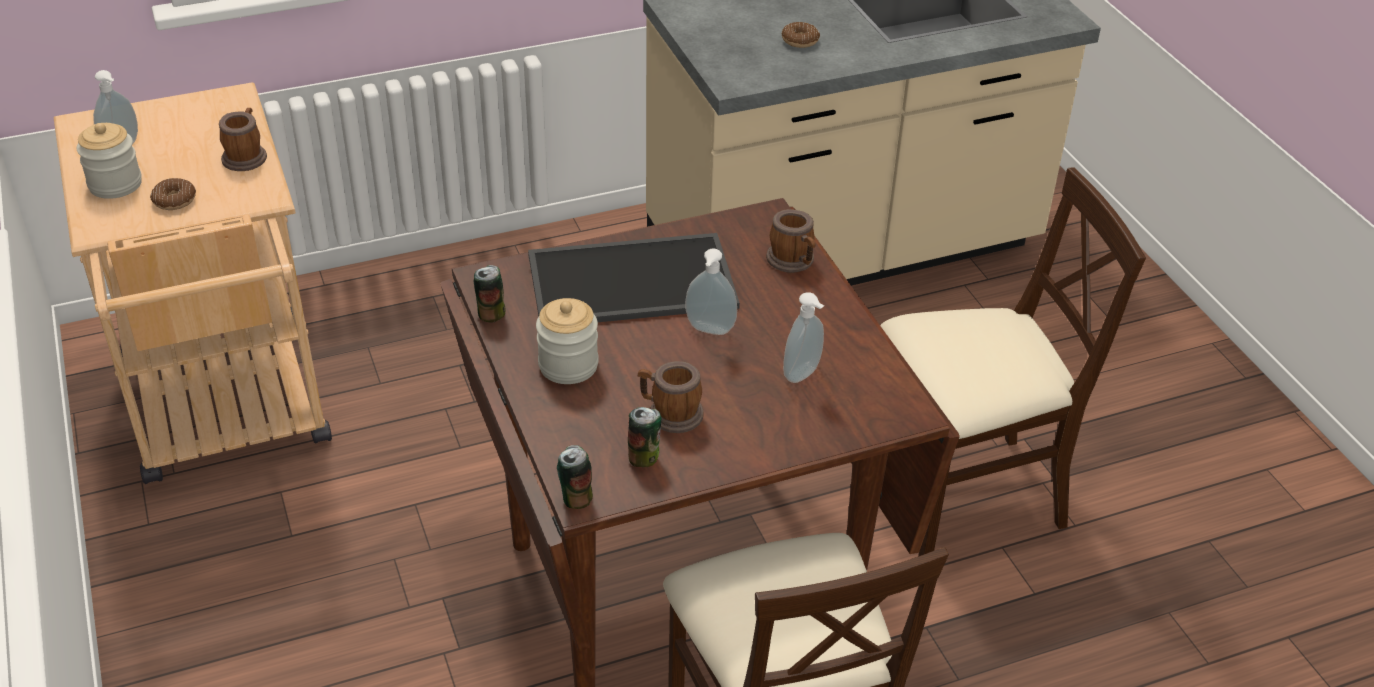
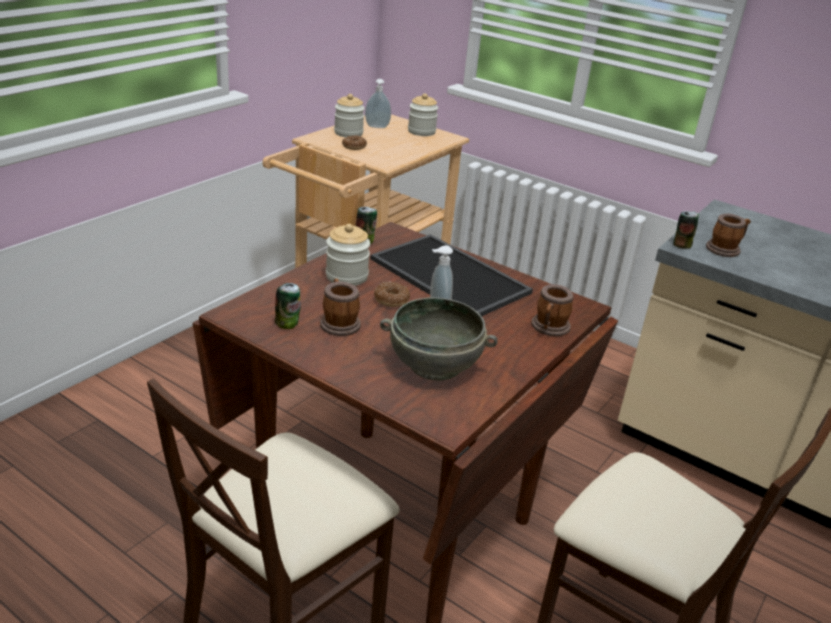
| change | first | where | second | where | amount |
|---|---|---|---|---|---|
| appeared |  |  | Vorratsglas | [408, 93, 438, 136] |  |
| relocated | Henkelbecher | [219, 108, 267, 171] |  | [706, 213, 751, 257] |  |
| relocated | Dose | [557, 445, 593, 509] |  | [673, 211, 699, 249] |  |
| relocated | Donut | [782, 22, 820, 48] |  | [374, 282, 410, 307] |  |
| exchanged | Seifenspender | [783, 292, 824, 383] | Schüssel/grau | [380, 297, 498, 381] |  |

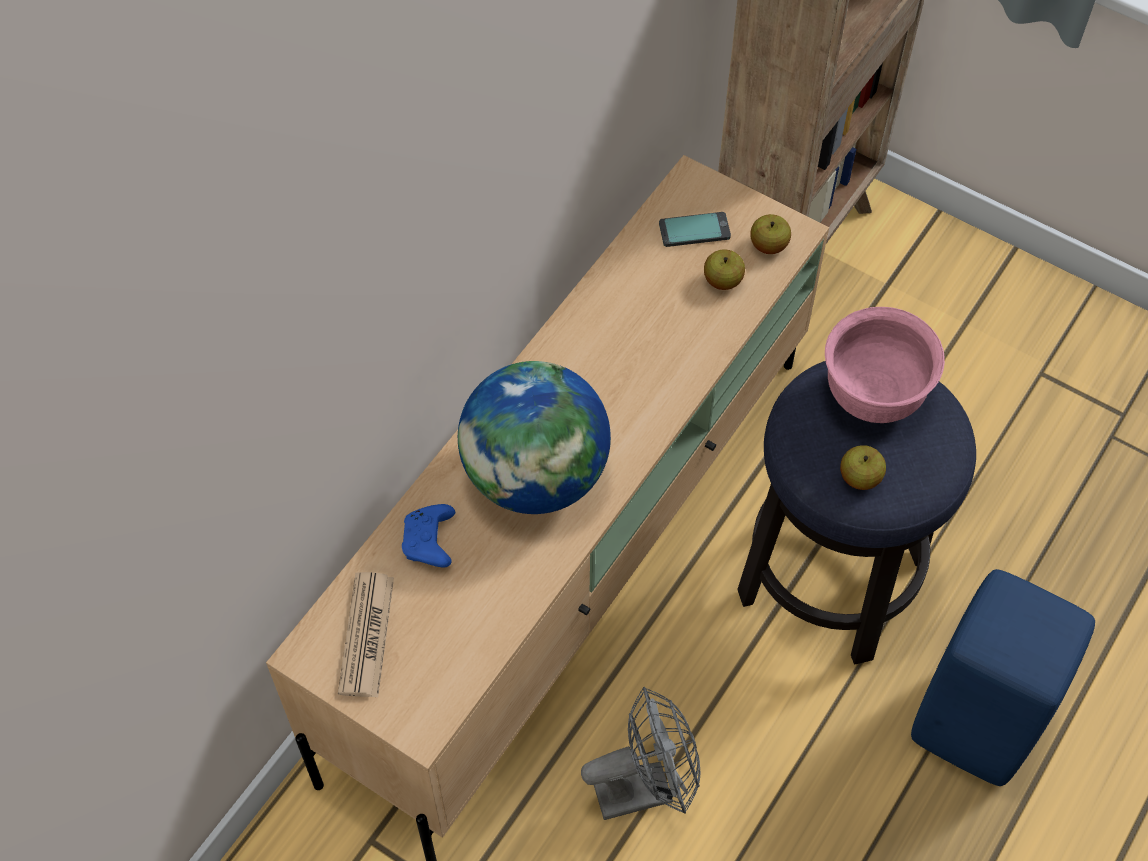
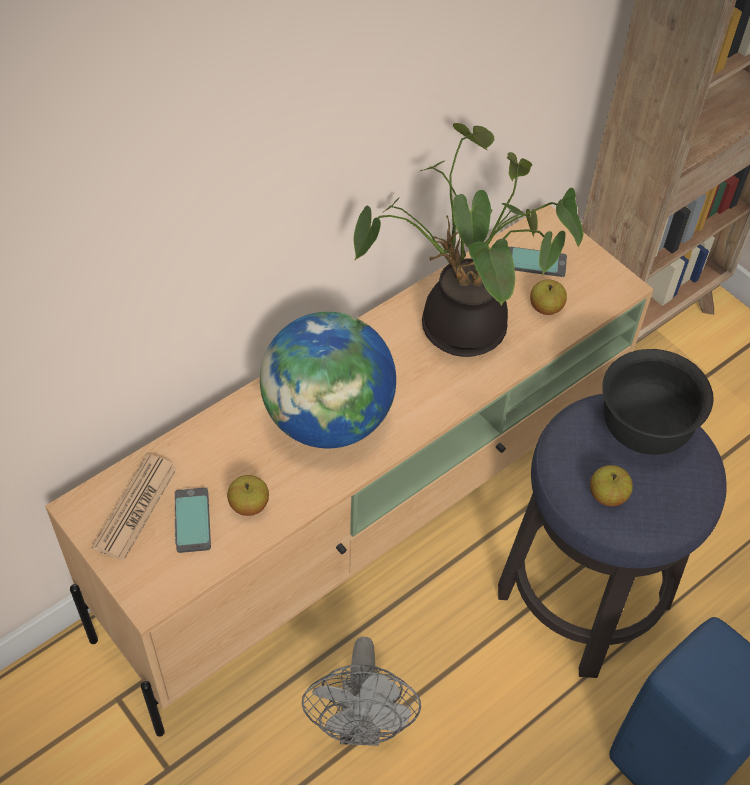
| change | first | where | second | where | amount |
|---|---|---|---|---|---|
| missing | Gamepad/blau | [402, 504, 455, 567] |  |  |  |
| appeared |  |  | Handy | [175, 488, 211, 553] |  |
| appeared |  |  | Topfpflanze | [354, 123, 584, 357] |  |
| relocated | Apfel | [750, 214, 791, 254] |  | [227, 475, 269, 516] |  |
| colour | Schüssel/rosa | [825, 307, 945, 423] | Schüssel/schwarz | [602, 349, 714, 455] |  |
| spun | Ventilator/grau | [581, 687, 700, 820] |  | [302, 637, 421, 746] | 90 degrees clockwise |

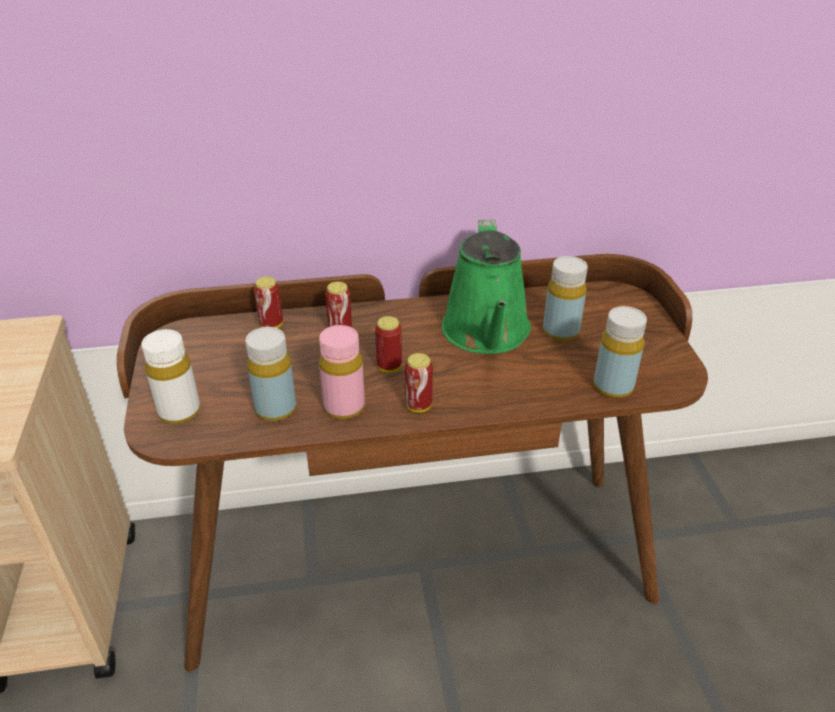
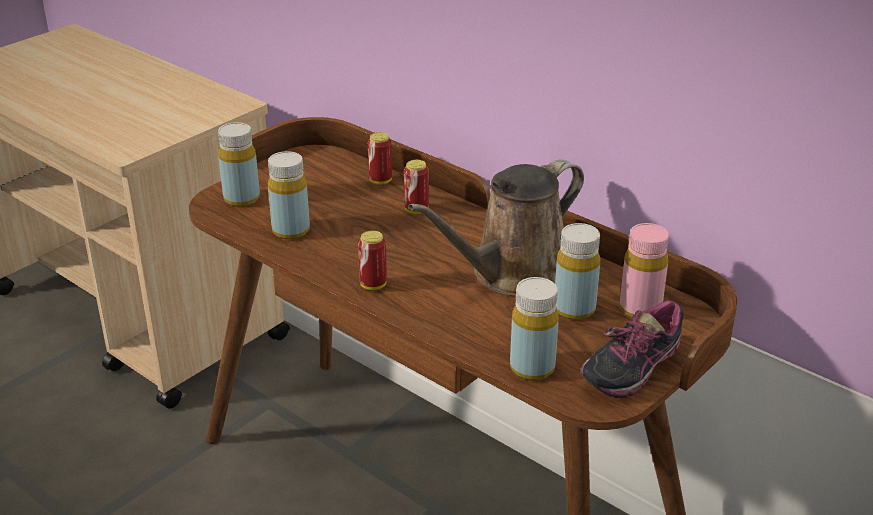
| change | first | where | second | where | amount |
|---|---|---|---|---|---|
| missing | Dose | [375, 316, 402, 373] |  |  |  |
| appeared |  |  | Schuh | [580, 300, 684, 398] |  |
| relocated | Flasche/rosa | [319, 325, 365, 420] |  | [620, 223, 669, 318] |  |
| colour | Flasche/weiß | [141, 329, 200, 424] | Flasche/gelb | [218, 122, 260, 207] |  |
| colour | Gießkanne/grün | [442, 219, 531, 354] | Gießkanne/braun | [408, 160, 584, 296] |  |

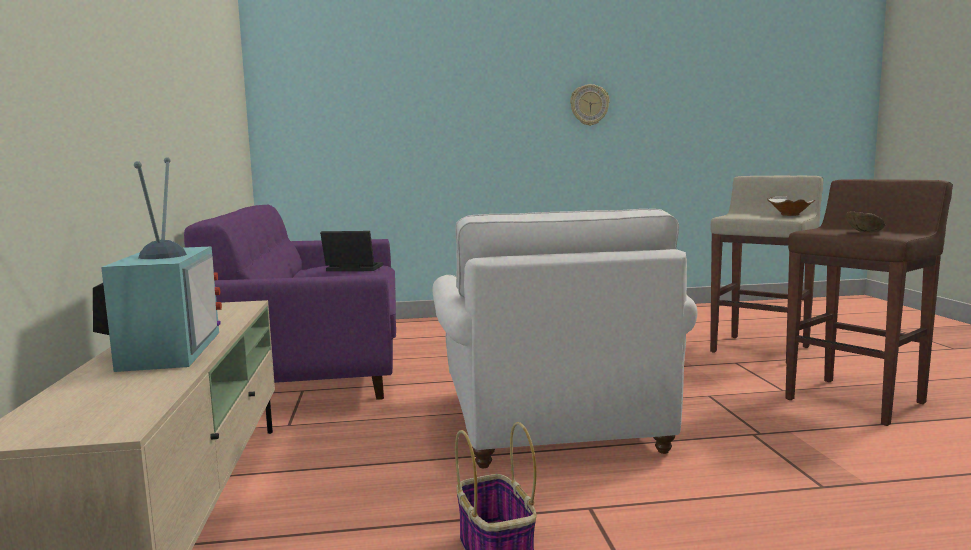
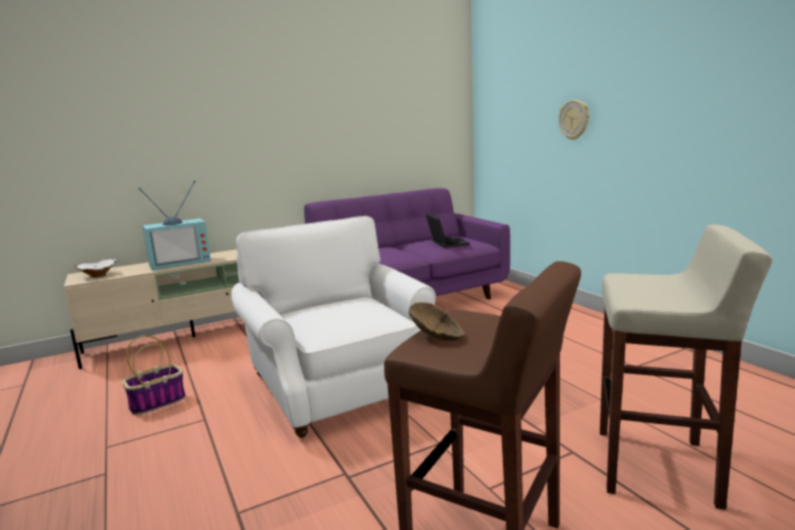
| change | first | where | second | where | amount |
|---|---|---|---|---|---|
| relocated | Wanduhr | [570, 84, 610, 126] |  | [559, 100, 589, 140] |  |
| relocated | Schüssel/weiß | [767, 197, 815, 216] |  | [75, 258, 116, 278] |  |
| spun | Sessel/weiß | [432, 209, 697, 468] |  | [231, 216, 436, 438] | 90 degrees clockwise |

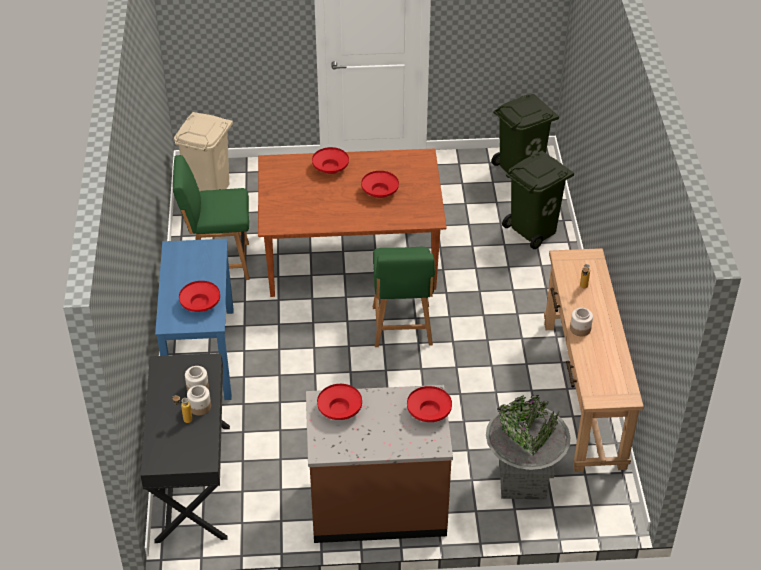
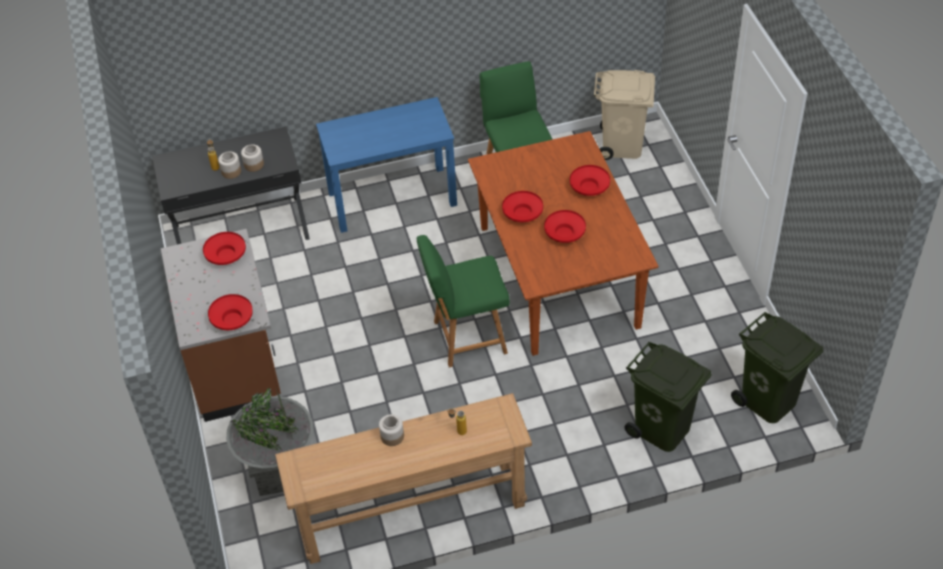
| change | first | where | second | where | amount |
|---|---|---|---|---|---|
| relocated | Schüssel/rot | [179, 281, 220, 312] |  | [502, 191, 543, 222] |  |

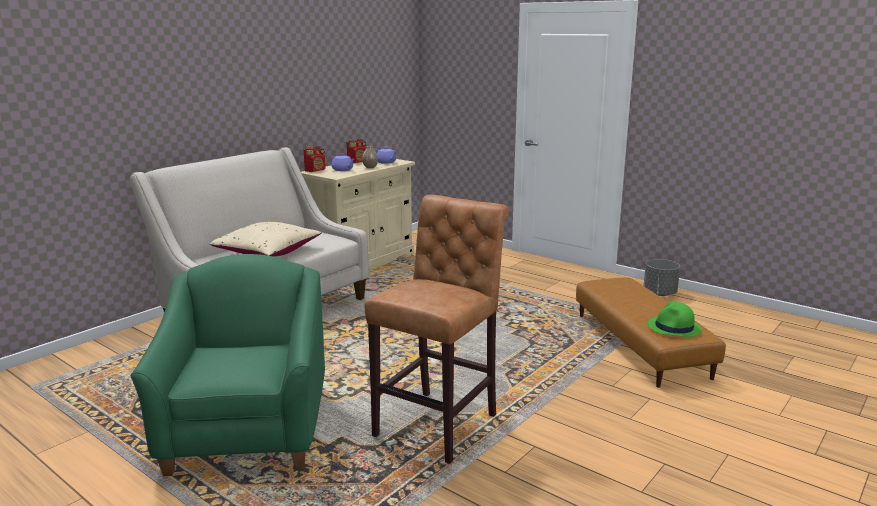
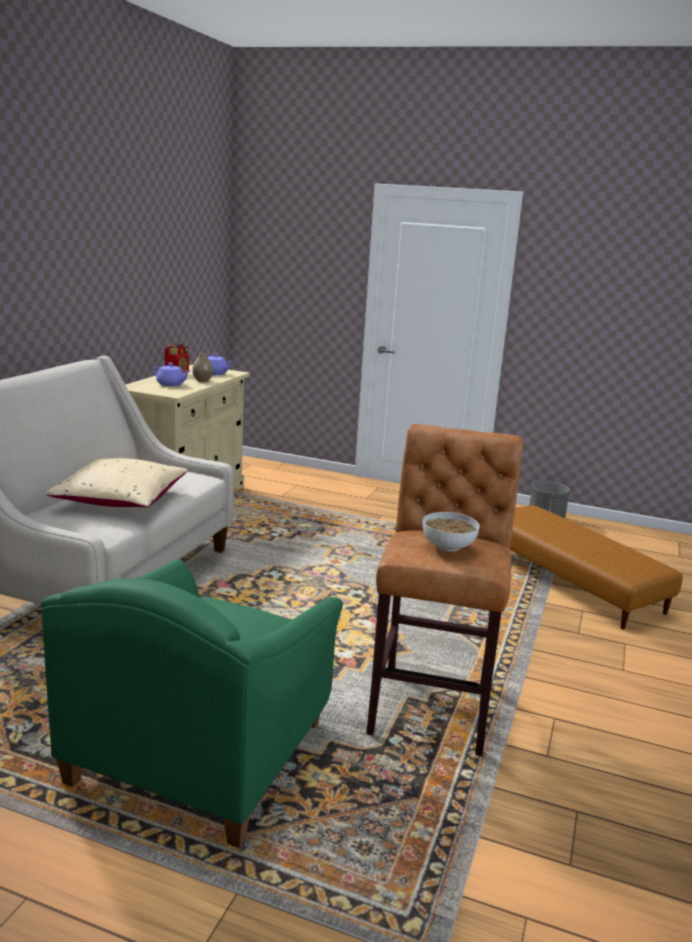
| change | first | where | second | where | amount |
|---|---|---|---|---|---|
| missing | Radio | [304, 146, 325, 172] |  |  |  |
| missing | Hut/grün | [648, 302, 702, 337] |  |  |  |
| appeared |  |  | Schüssel | [423, 512, 480, 552] |  |
| spun | Sessel/grün | [130, 254, 325, 476] |  | [41, 559, 343, 848] | 135 degrees counterclockwise |

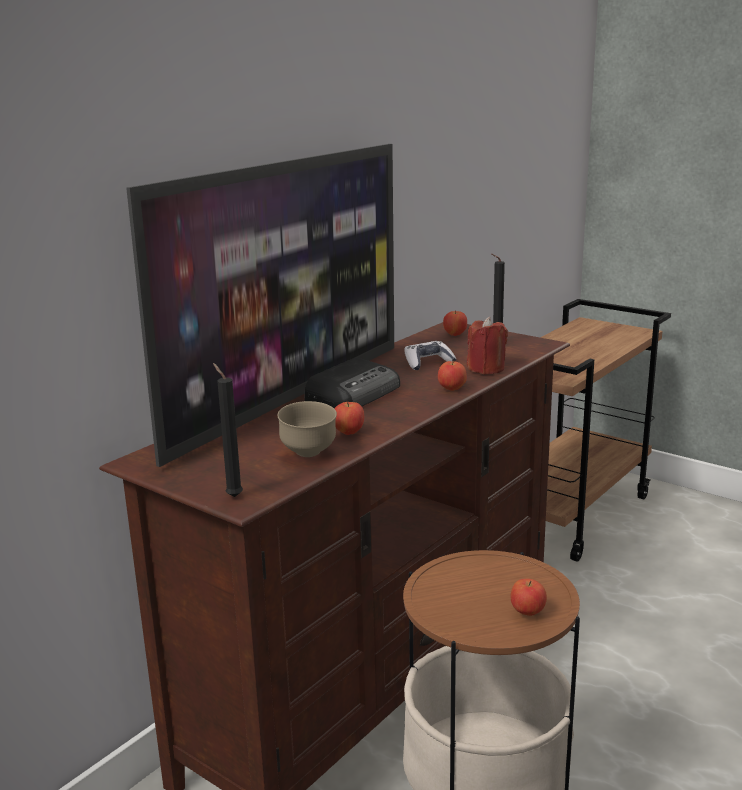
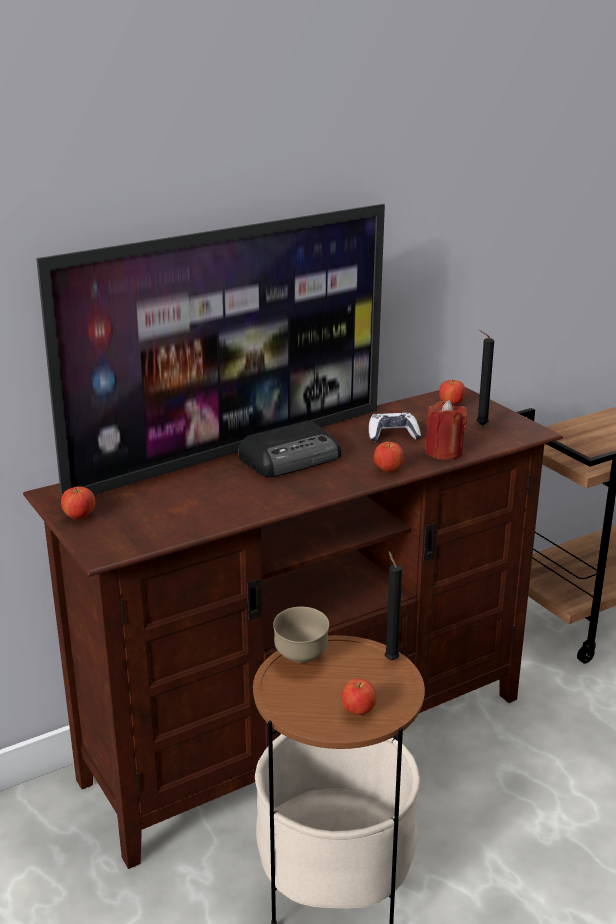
| change | first | where | second | where | amount |
|---|---|---|---|---|---|
| relocated | Kerze/schwarz | [213, 363, 243, 497] |  | [384, 551, 402, 660] |  |
| relocated | Schüssel/braun | [278, 401, 337, 457] |  | [273, 607, 329, 663] |  |
| relocated | Apfel | [334, 402, 364, 435] |  | [61, 486, 95, 520] |  |

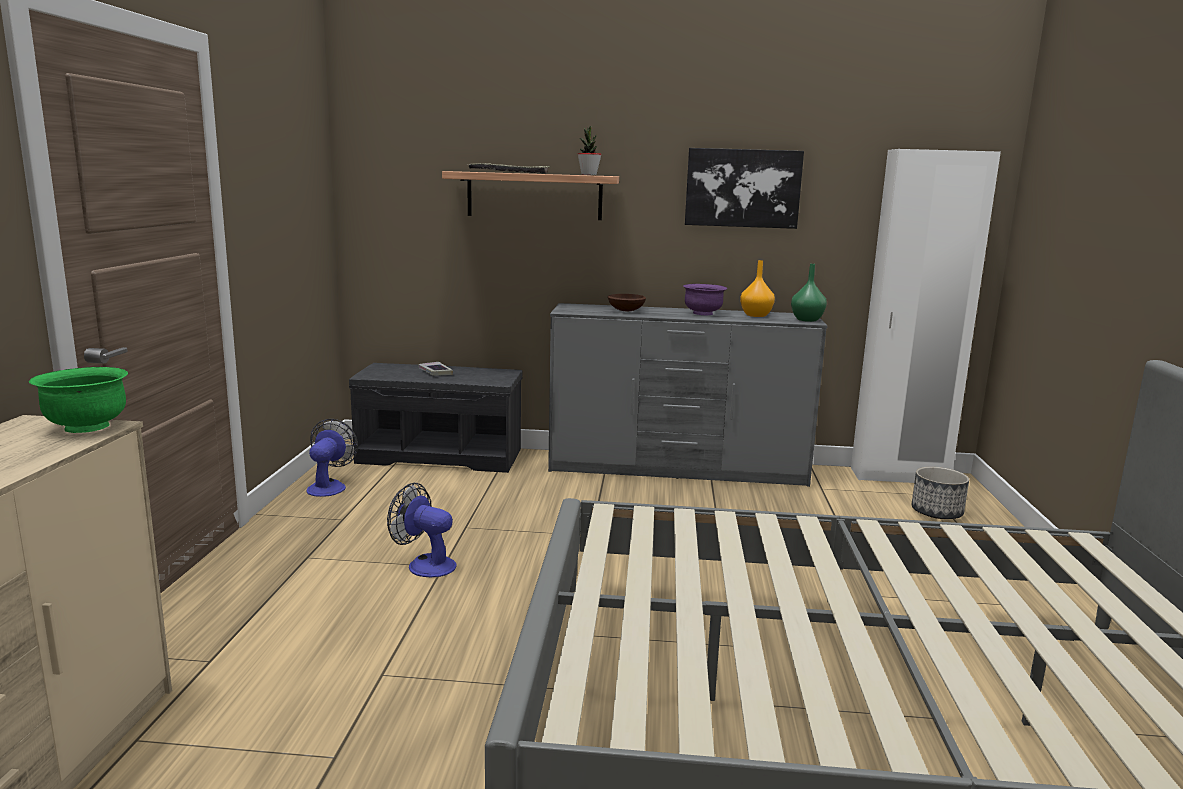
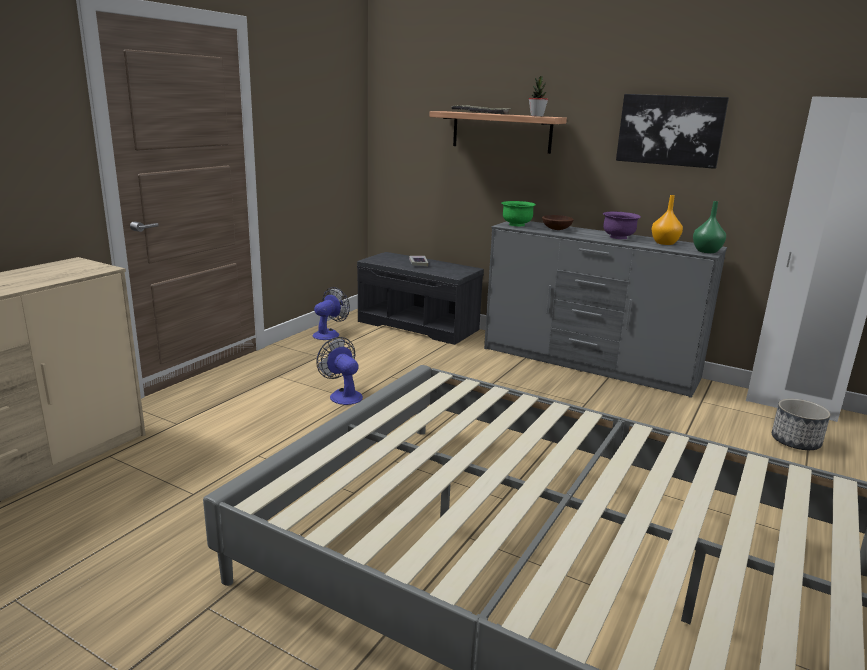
| change | first | where | second | where | amount |
|---|---|---|---|---|---|
| relocated | Schüssel/grün | [29, 367, 128, 433] |  | [501, 201, 536, 226] |  |

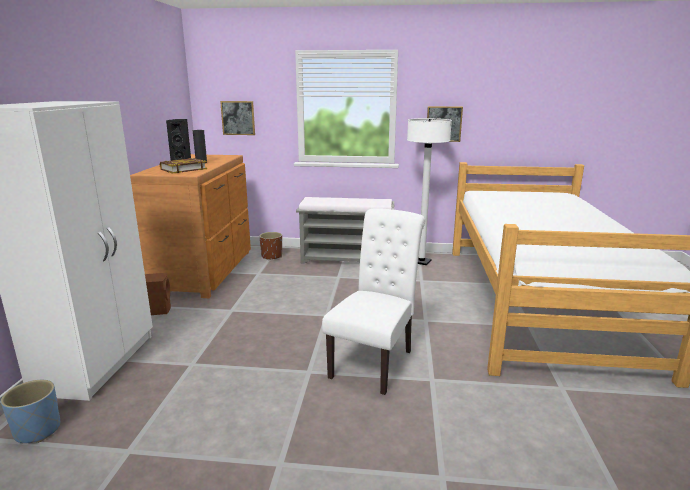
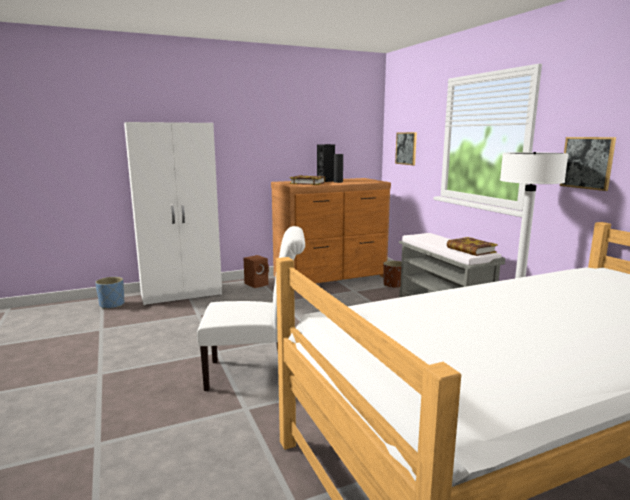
| change | first | where | second | where | amount |
|---|---|---|---|---|---|
| appeared |  |  | Buch | [447, 237, 498, 256] |  |

